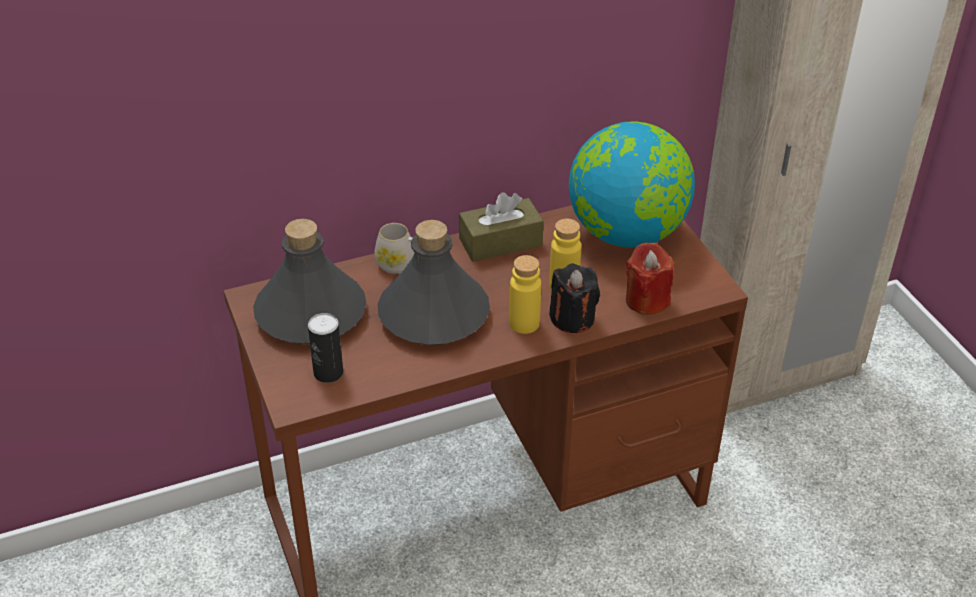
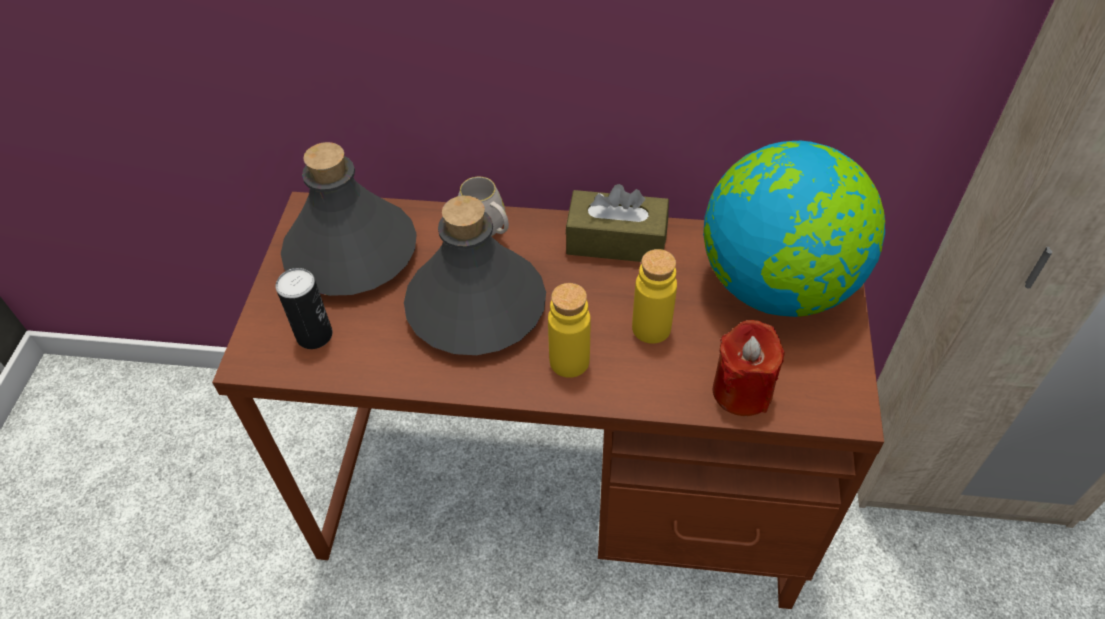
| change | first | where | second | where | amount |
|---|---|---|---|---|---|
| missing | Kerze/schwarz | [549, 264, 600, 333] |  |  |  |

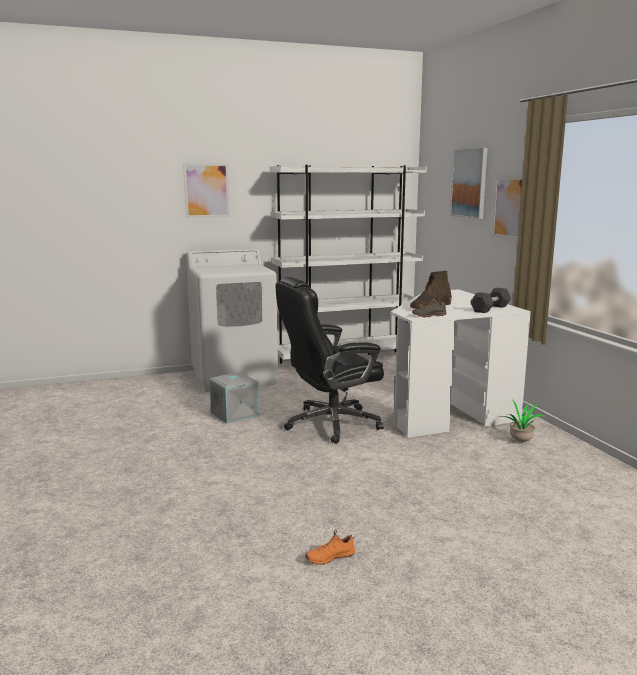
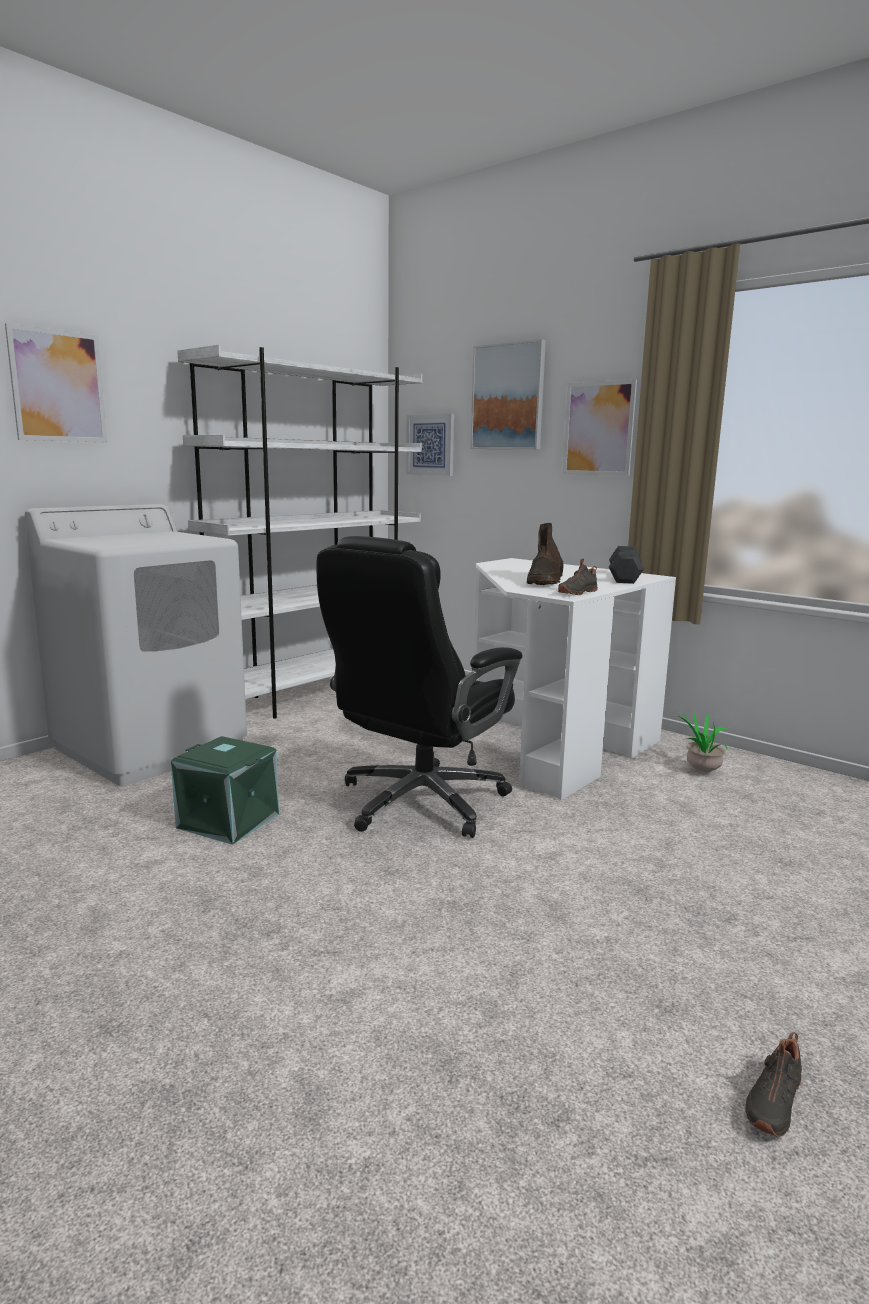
| change | first | where | second | where | amount |
|---|---|---|---|---|---|
| appeared |  |  | Bild | [406, 414, 454, 476] |  |
| colour | Aufbewahrungsbox/grau | [209, 372, 259, 424] | Aufbewahrungsbox/grün | [171, 736, 279, 845] |  |
| colour | Schuh/orange | [305, 529, 355, 565] | Schuh/schwarz | [745, 1032, 802, 1137] |  |

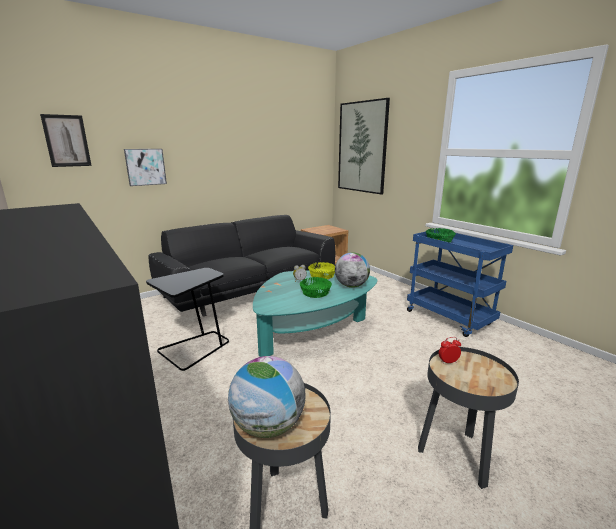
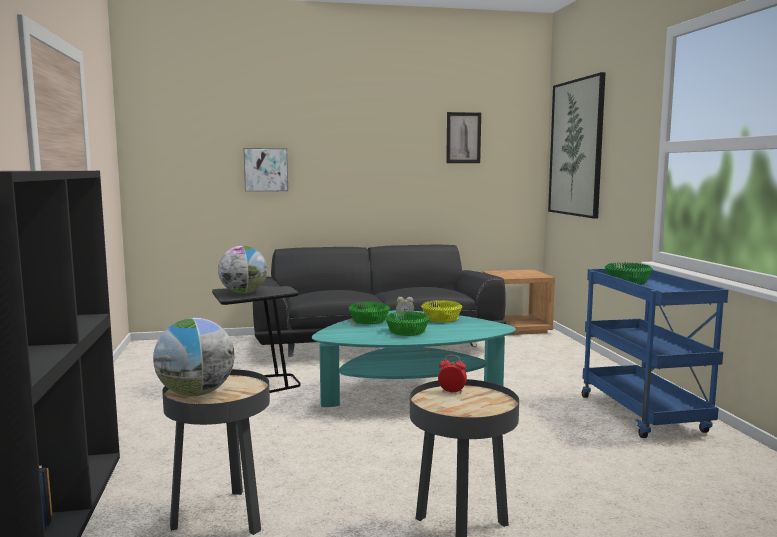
| change | first | where | second | where | amount |
|---|---|---|---|---|---|
| appeared |  |  | Schüssel/grün | [349, 302, 390, 324] |  |
| relocated | Bild | [40, 114, 92, 167] |  | [446, 112, 481, 163] |  |
| relocated | Globus | [335, 252, 370, 288] |  | [218, 246, 267, 294] |  |

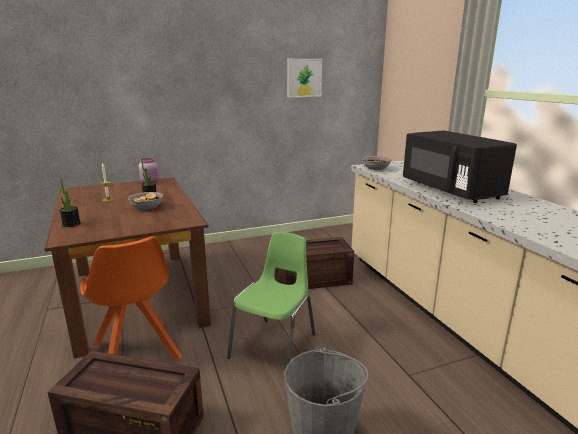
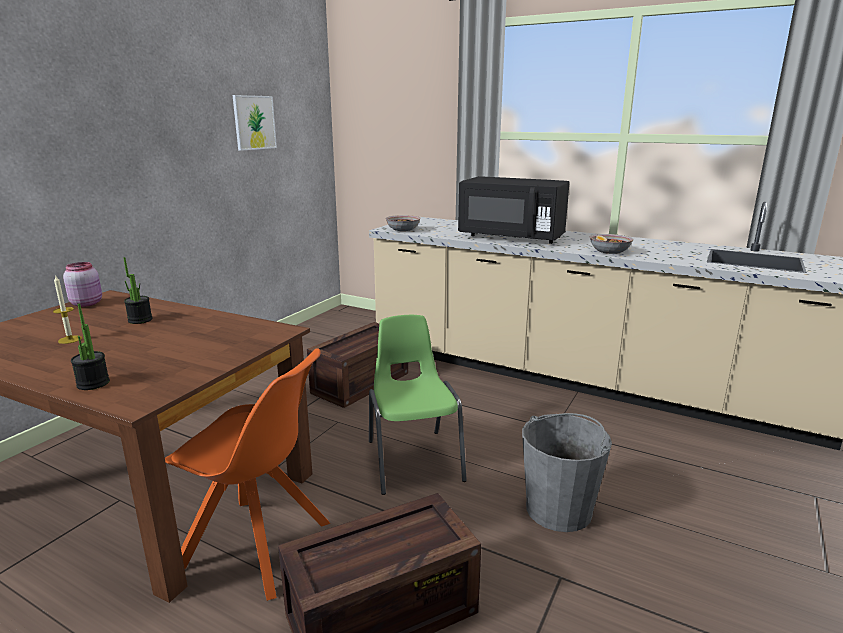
| change | first | where | second | where | amount |
|---|---|---|---|---|---|
| relocated | Schüssel | [128, 192, 163, 210] |  | [590, 234, 633, 254] |  |

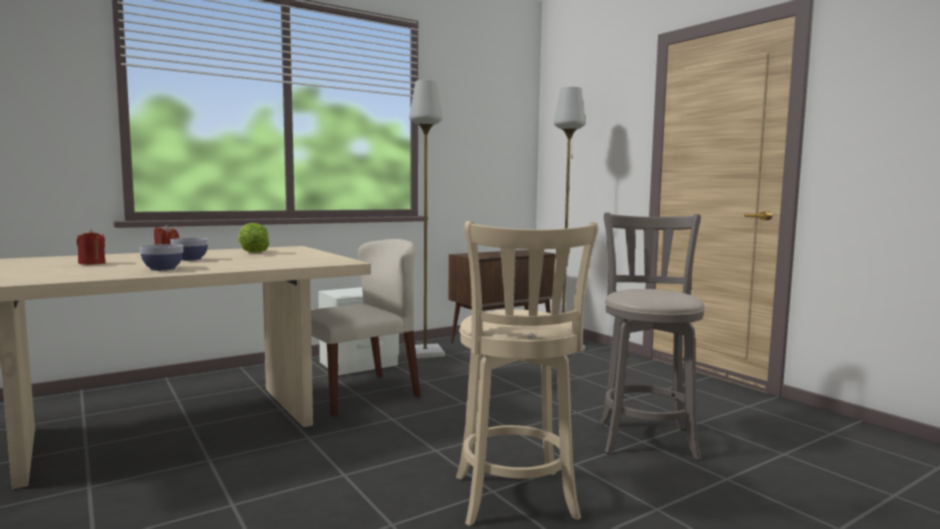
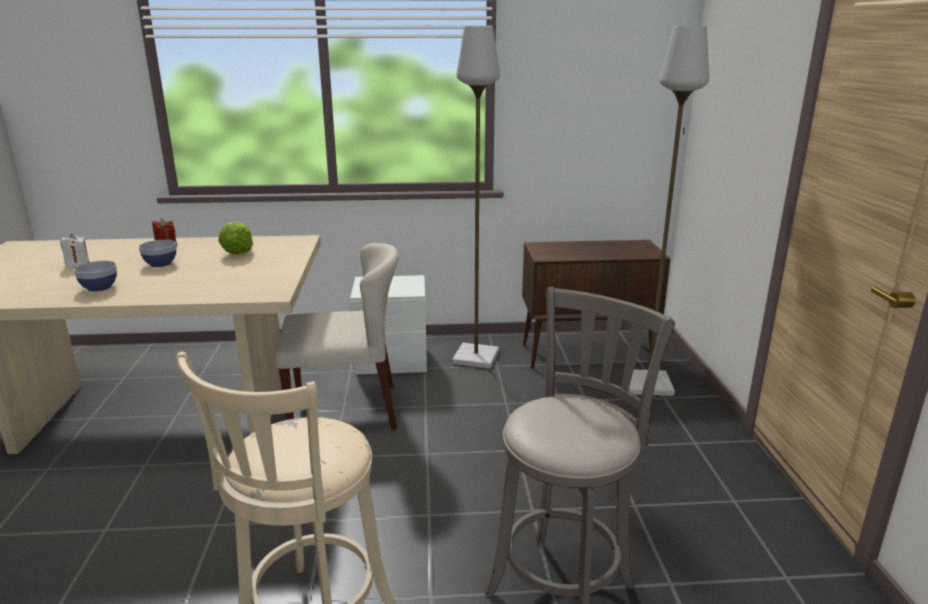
| change | first | where | second | where | amount |
|---|---|---|---|---|---|
| colour | Kerze/rot | [77, 229, 105, 265] | Kerze/weiß | [60, 234, 89, 267] |  |

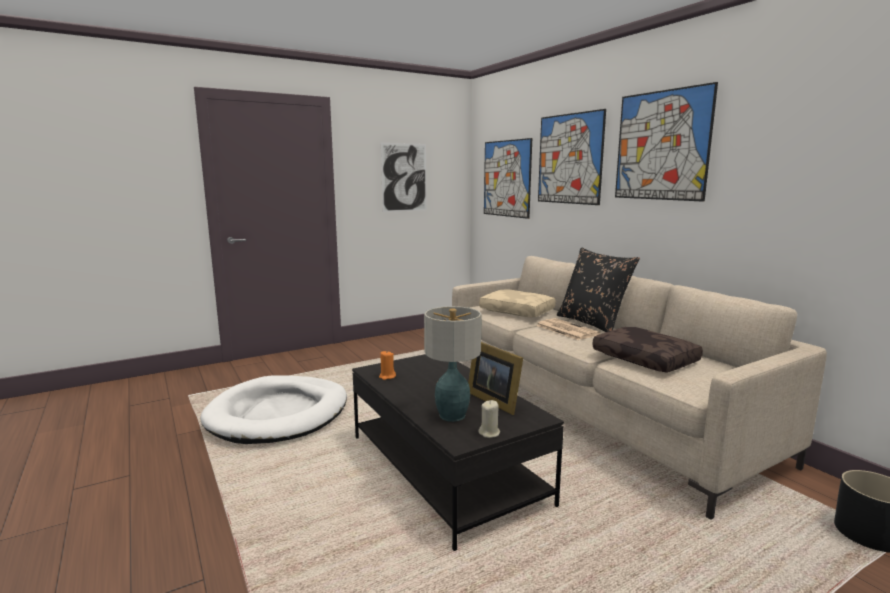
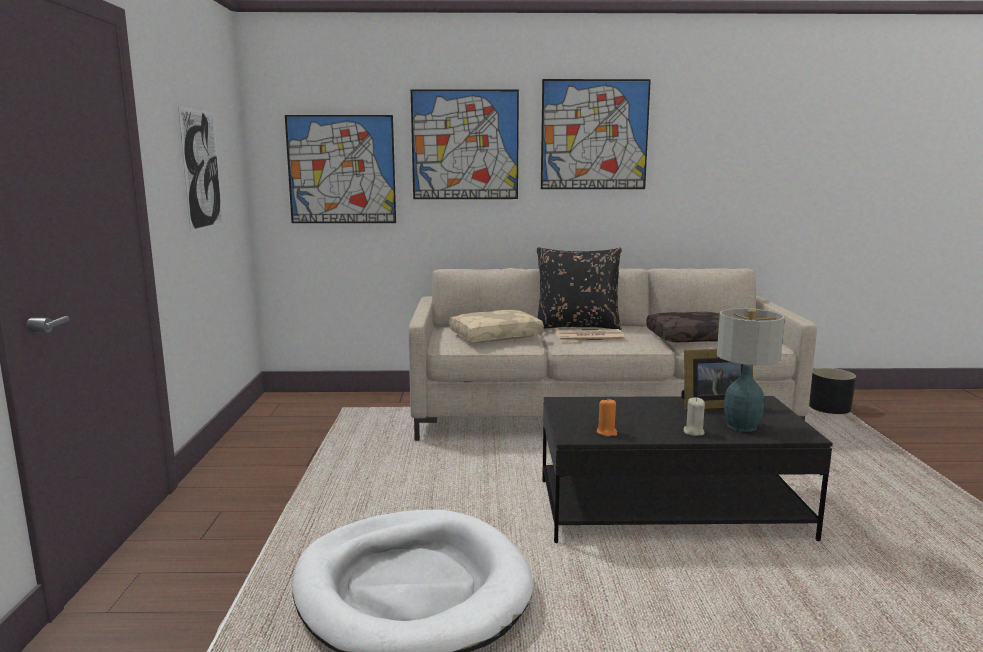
| change | first | where | second | where | amount |
|---|---|---|---|---|---|
| relocated | Kerze/beige | [478, 400, 500, 438] |  | [683, 398, 705, 436] |  |

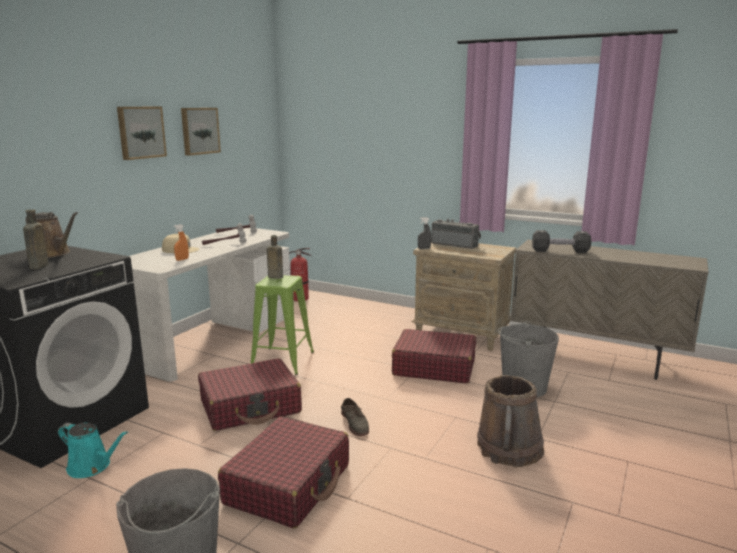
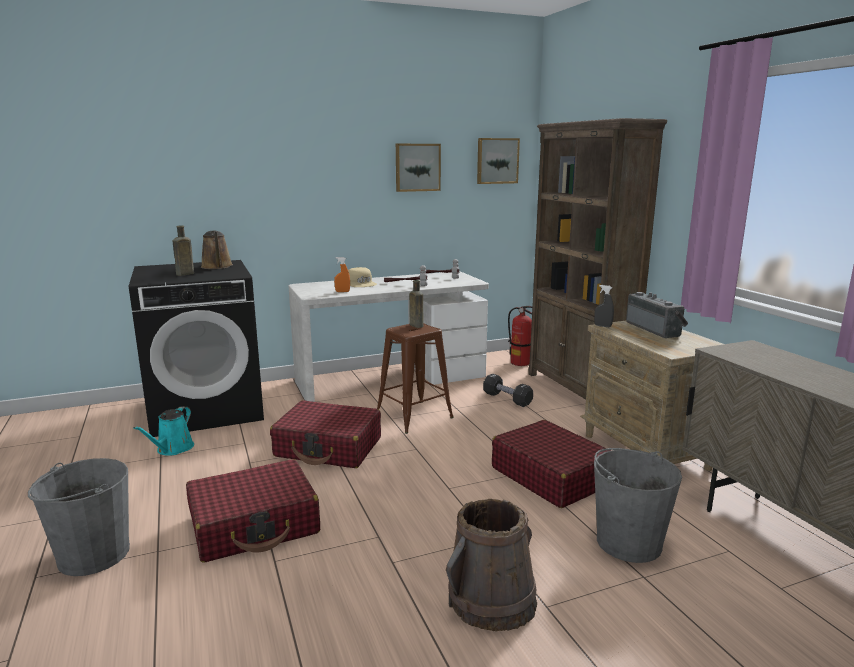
| change | first | where | second | where | amount |
|---|---|---|---|---|---|
| missing | Schuh/grau | [341, 398, 369, 436] |  |  |  |
| appeared |  |  | Bücherregal/braun | [528, 118, 667, 399] |  |
| relocated | Bild | [117, 107, 167, 160] |  | [477, 138, 520, 184] |  |
| relocated | Hantel/schwarz | [532, 230, 591, 253] |  | [483, 374, 533, 407] |  |
| colour | Hocker/grün | [250, 275, 314, 375] | Hocker/braun | [377, 324, 454, 434] |  |
| spun | Gießkanne/türkis | [58, 422, 128, 478] |  | [133, 406, 194, 456] | 45 degrees clockwise |

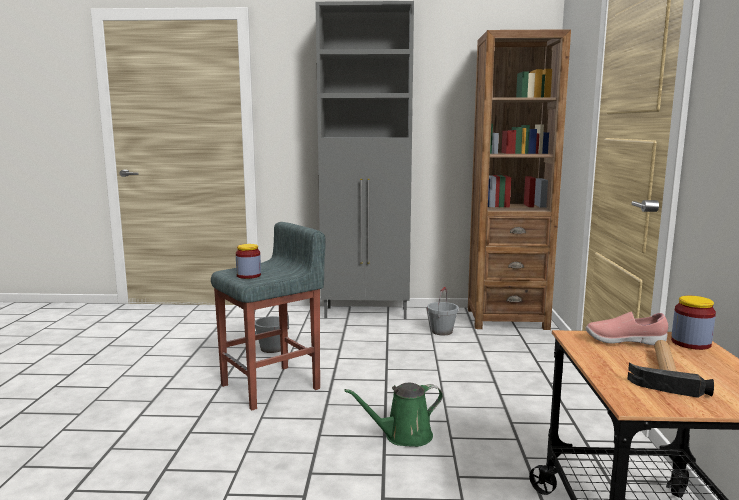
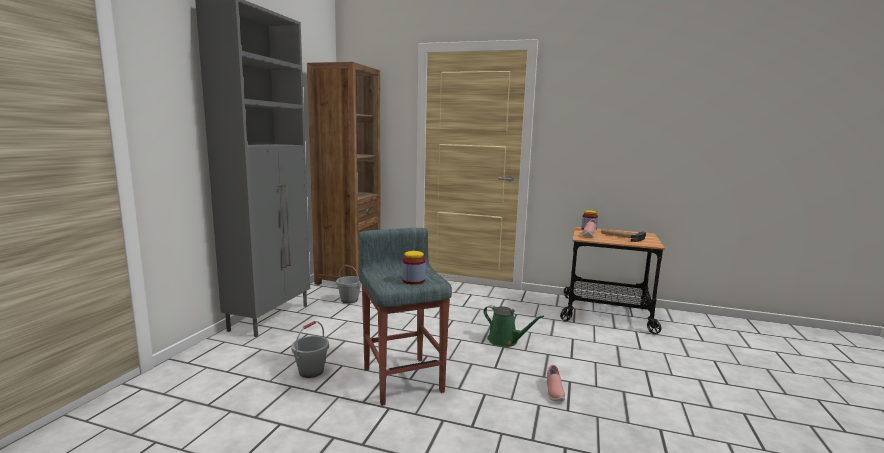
| change | first | where | second | where | amount |
|---|---|---|---|---|---|
| appeared |  |  | Schuh/rosa | [547, 365, 565, 401] |  |
| spun | Gießkanne/grün | [344, 383, 443, 447] |  | [483, 305, 544, 347] | 45 degrees counterclockwise |

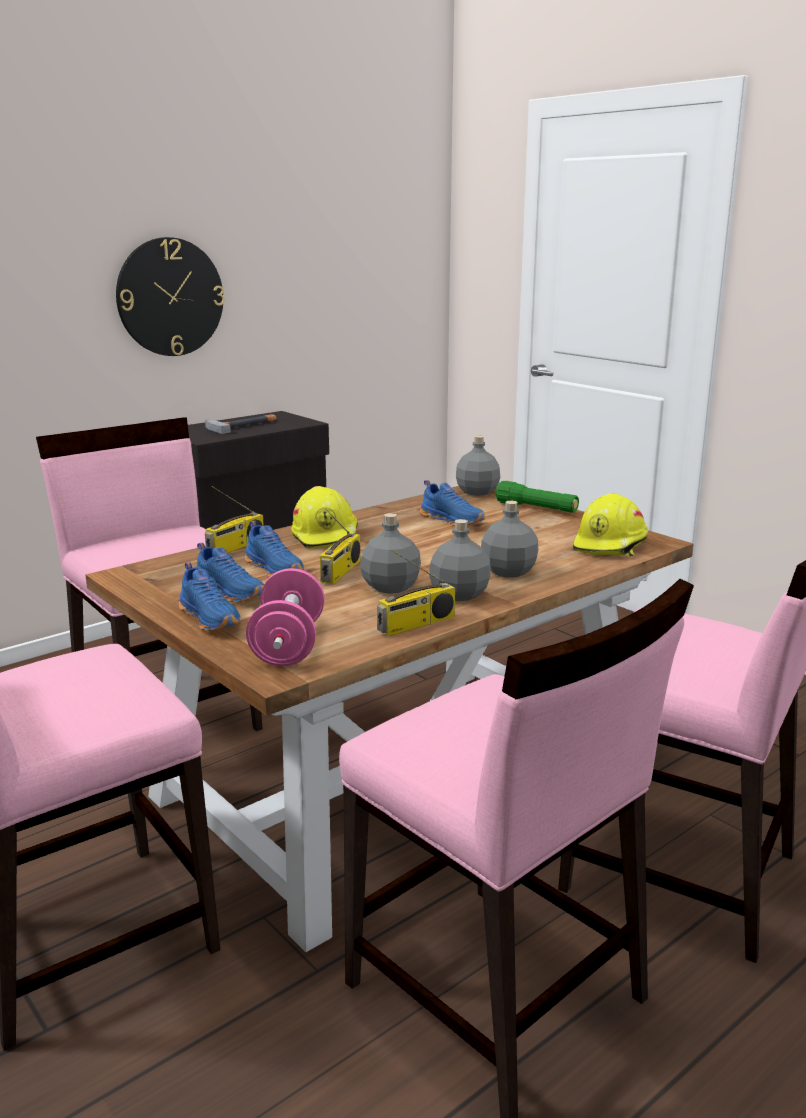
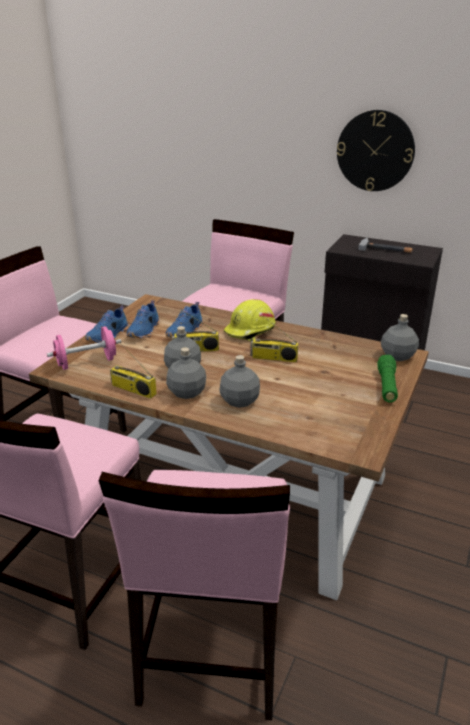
| change | first | where | second | where | amount |
|---|---|---|---|---|---|
| missing | Schuh/blau | [420, 480, 485, 526] |  |  |  |
| missing | Schutzhelm/gelb | [573, 493, 648, 557] |  |  |  |
| relocated | Radio | [205, 486, 264, 553] |  | [250, 315, 299, 362] |  |

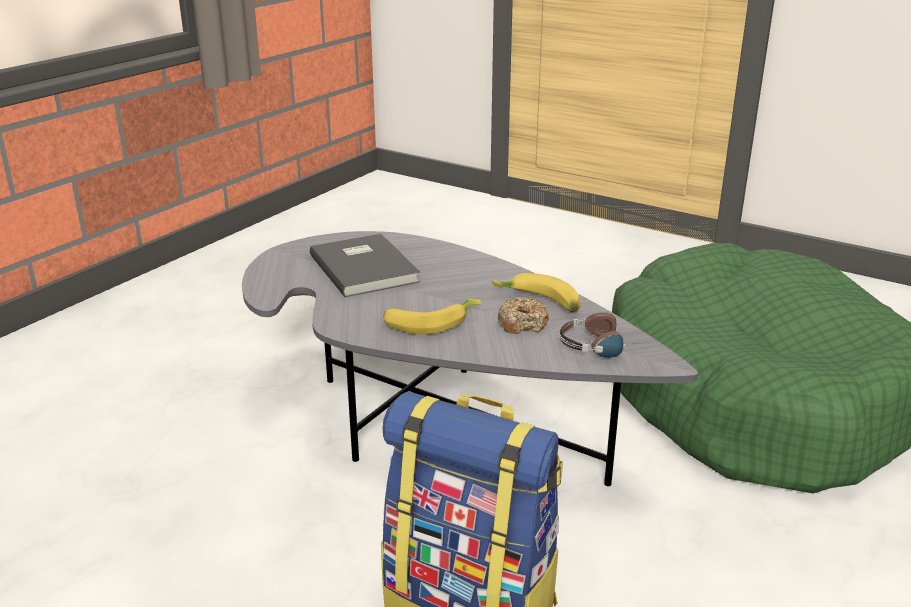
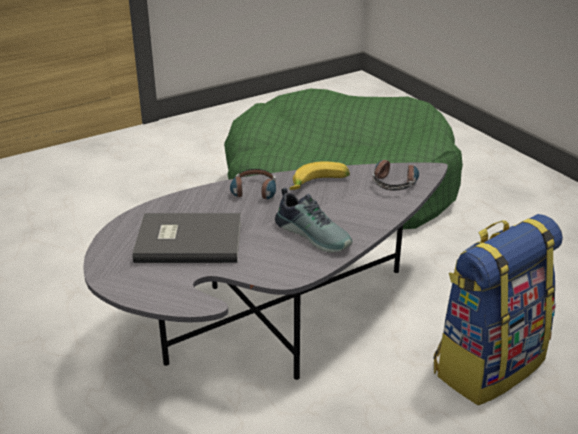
| change | first | where | second | where | amount |
|---|---|---|---|---|---|
| missing | Donut | [498, 297, 549, 334] |  |  |  |
| appeared |  |  | Kopfhörer | [230, 169, 276, 199] |  |
| exchanged | Banane | [383, 299, 481, 335] | Schuh | [275, 188, 353, 253] |  |

